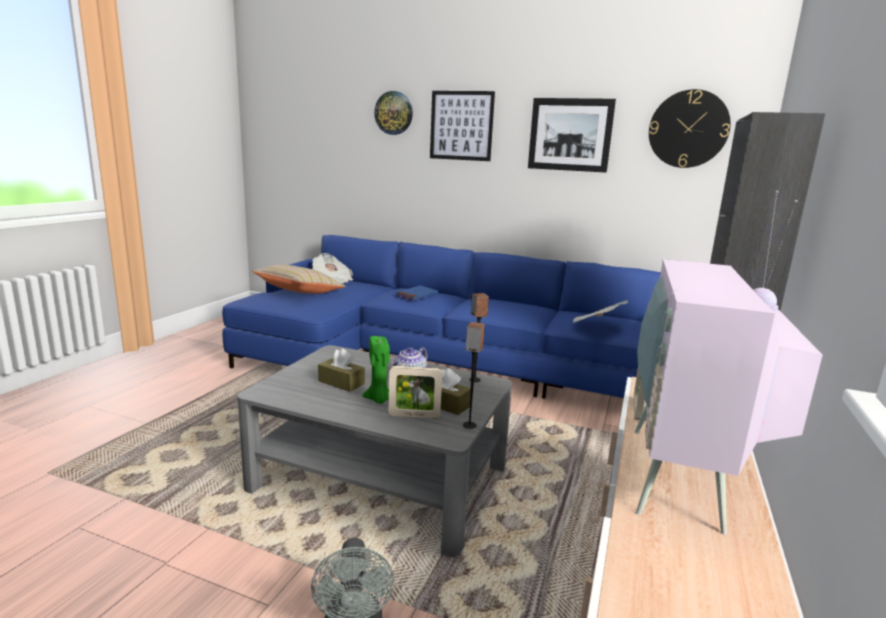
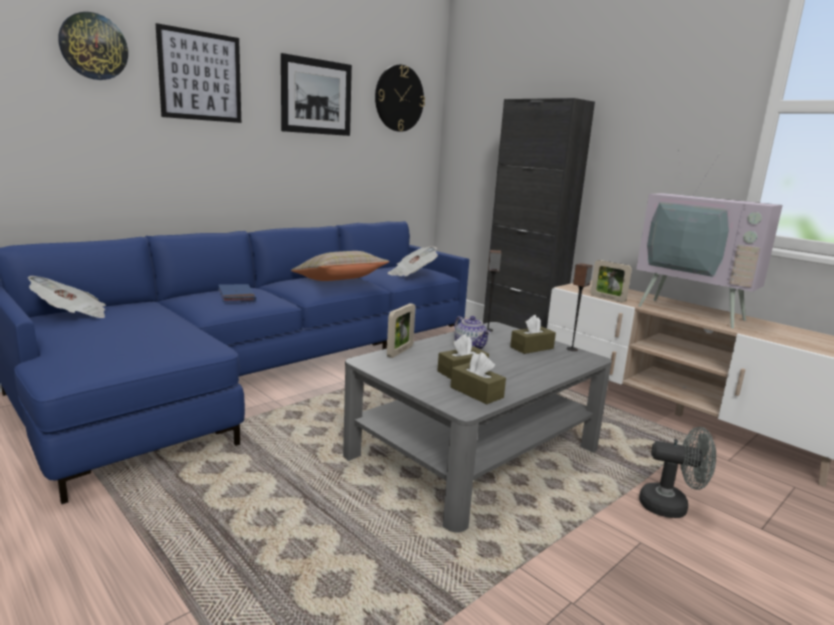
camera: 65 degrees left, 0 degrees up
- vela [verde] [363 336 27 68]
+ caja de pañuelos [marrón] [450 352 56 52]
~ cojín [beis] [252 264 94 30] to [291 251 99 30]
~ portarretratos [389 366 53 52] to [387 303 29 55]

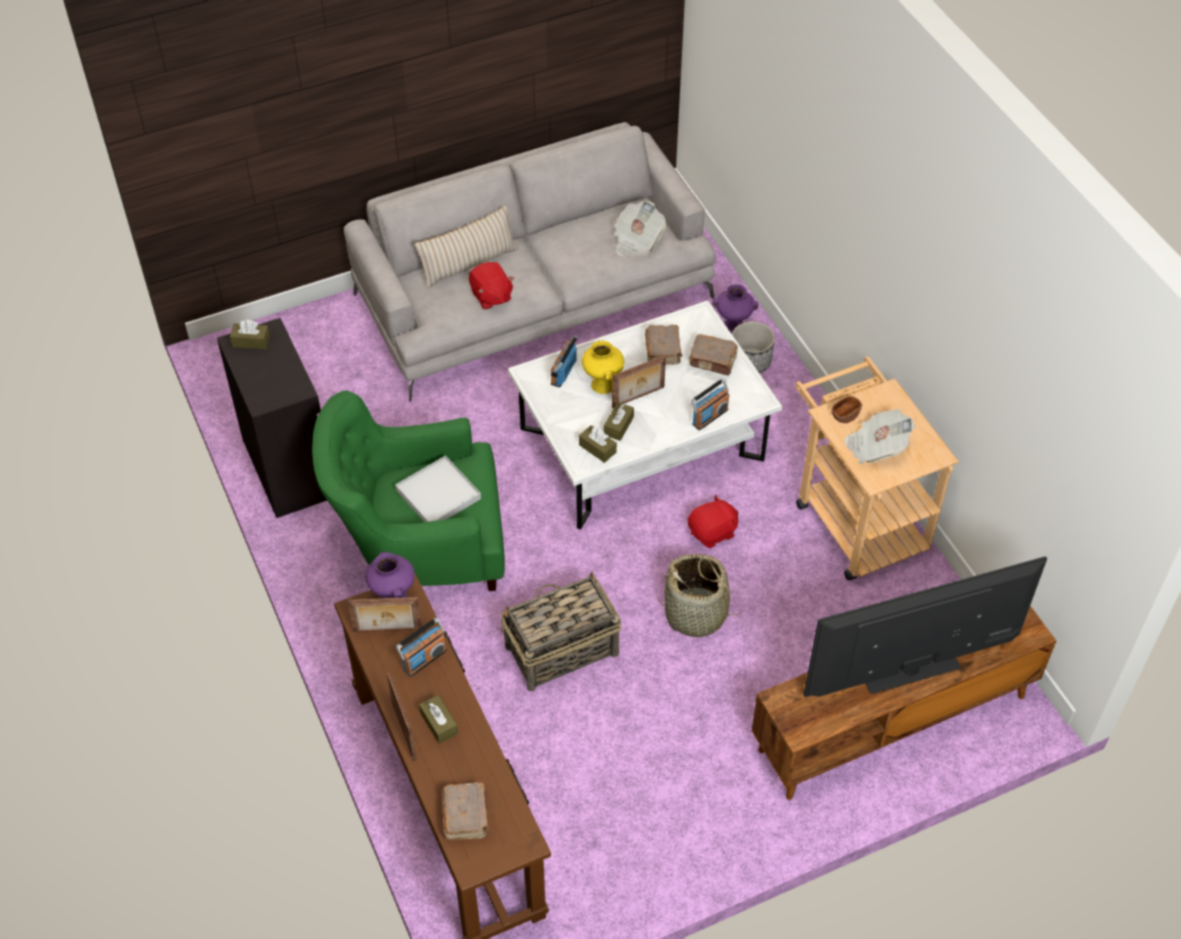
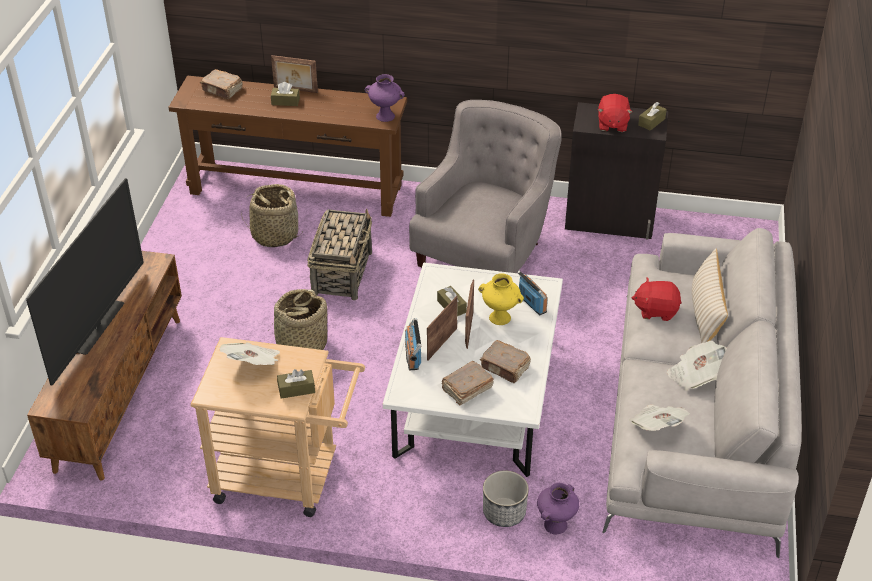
camera: 125 degrees right, 10 degrees down
- bandeja [blanco] [395 455 86 67]
- radio [396 618 51 59]
- cuenco [marrón] [832 396 30 27]
+ cesta [241 184 62 64]
+ periódico [667 341 60 50]
~ portarretratos [347 597 75 35] to [427 296 31 65]
~ caja de pañuelos [marrón] [579 425 38 38] to [277 369 38 30]
~ peluche [rojo] [688 495 50 53] to [598 94 35 38]
~ sillón [verde] [312 390 193 201] to sillón [gris] [409 100 153 173]

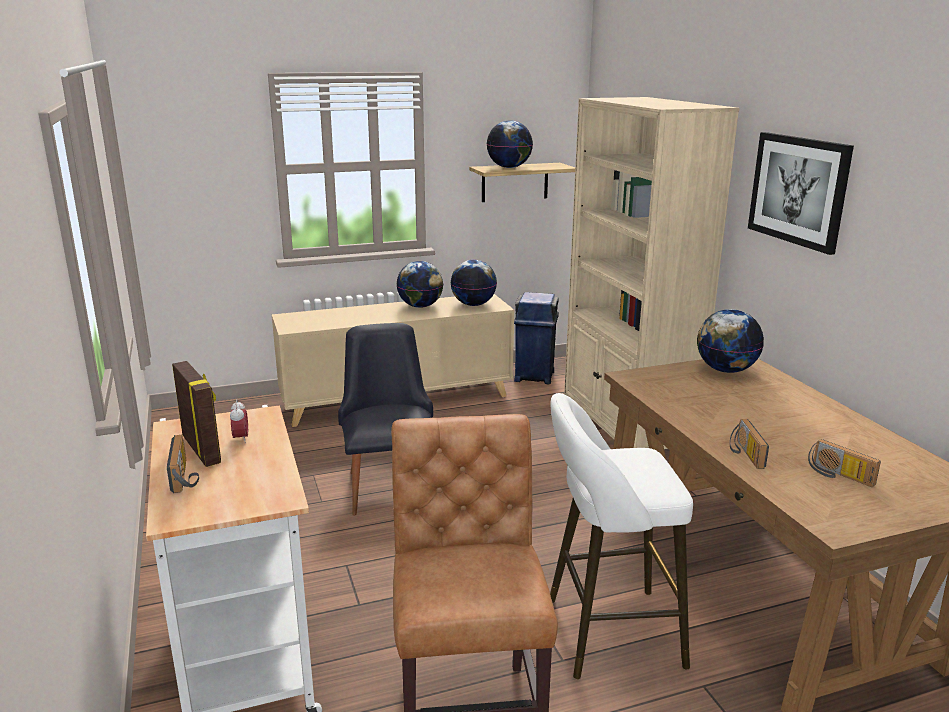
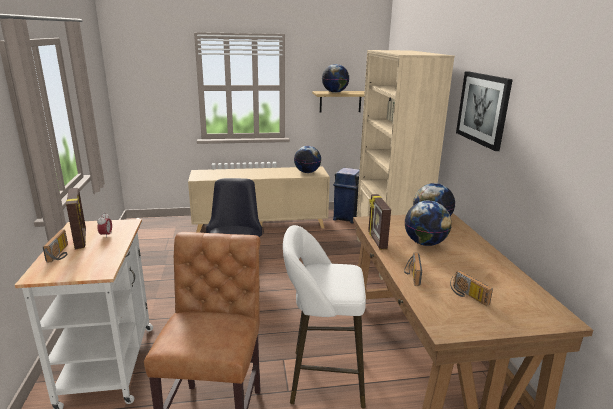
camera: 10 degrees right, 0 degrees up
+ portarretratos [368 194 23 56]
~ globo terráqueo [397 261 46 47] to [405 201 47 45]

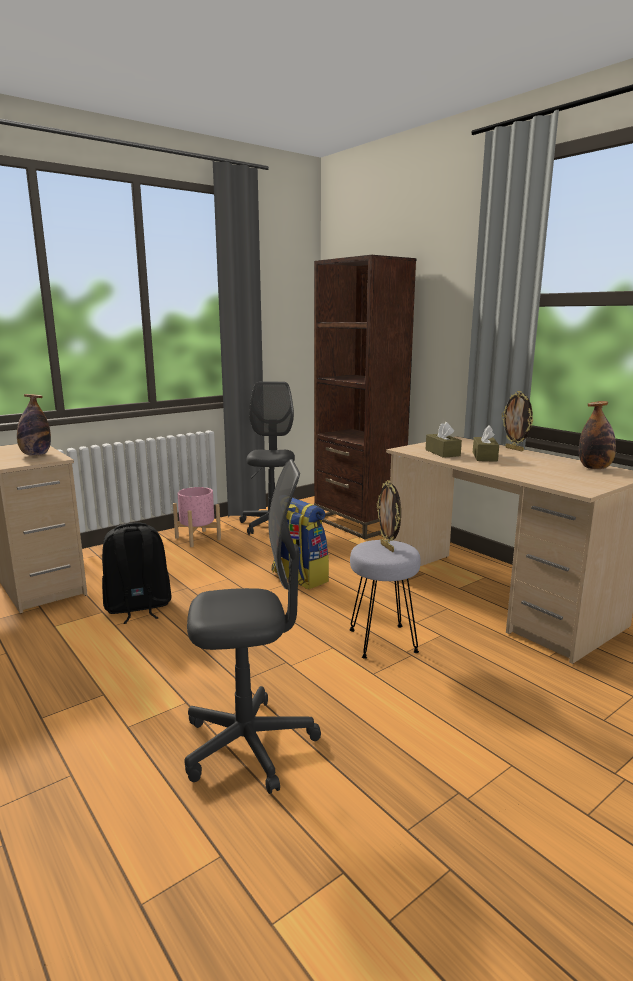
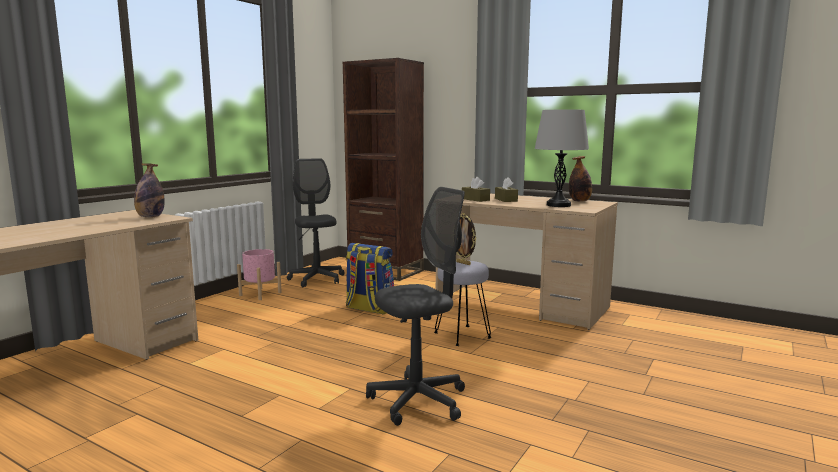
camera: 20 degrees left, 5 degrees down
- mochila [negro] [102 523 69 101]
- portarretratos [502 391 31 60]
+ lámpara de mesa [gris] [535 109 54 98]

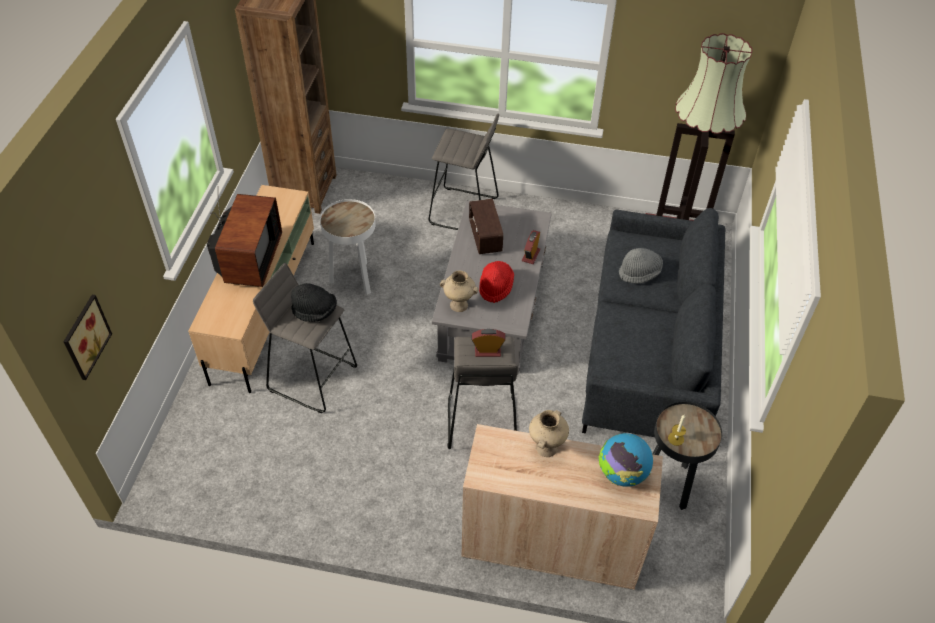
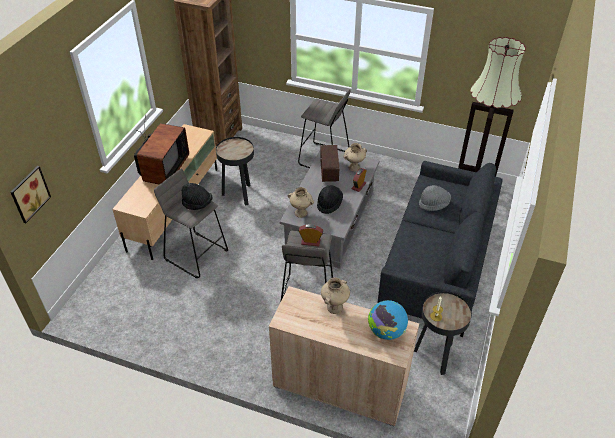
camera: 10 degrees right, 5 degrees down
+ florero [beis] [343 143 24 28]
~ mesa auxiliar [blanco] [320 199 55 96] to mesa auxiliar [negro] [216 137 38 69]
~ sombrero [rojo] [479 261 35 42] to sombrero [negro] [317 185 26 29]

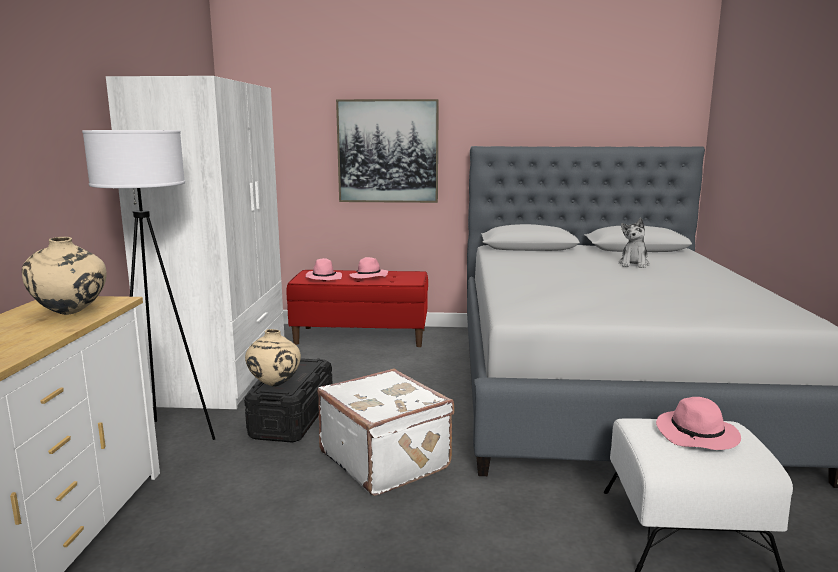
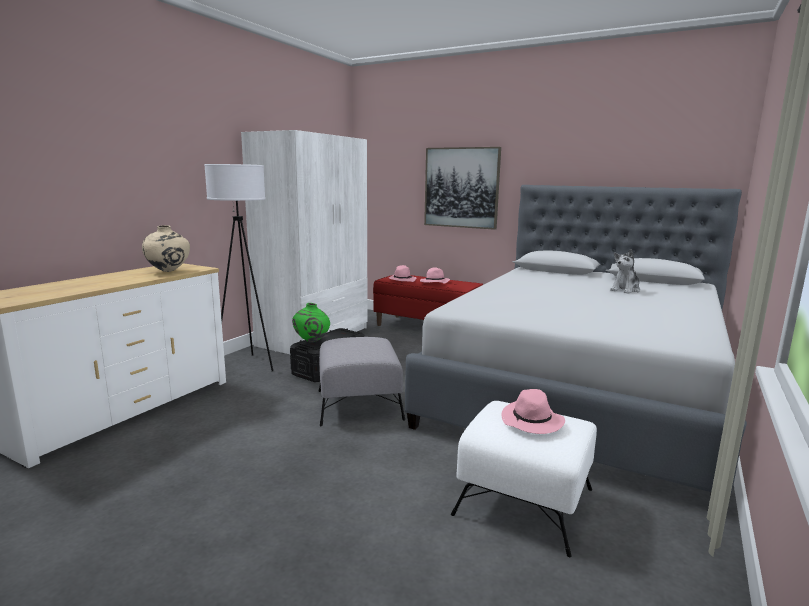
camera: 25 degrees right, 0 degrees up
~ maleta [blanco] [318 368 136 128] to puf [gris] [319 337 86 89]
~ florero [beis] [245 329 56 58] to florero [verde] [292 303 38 40]

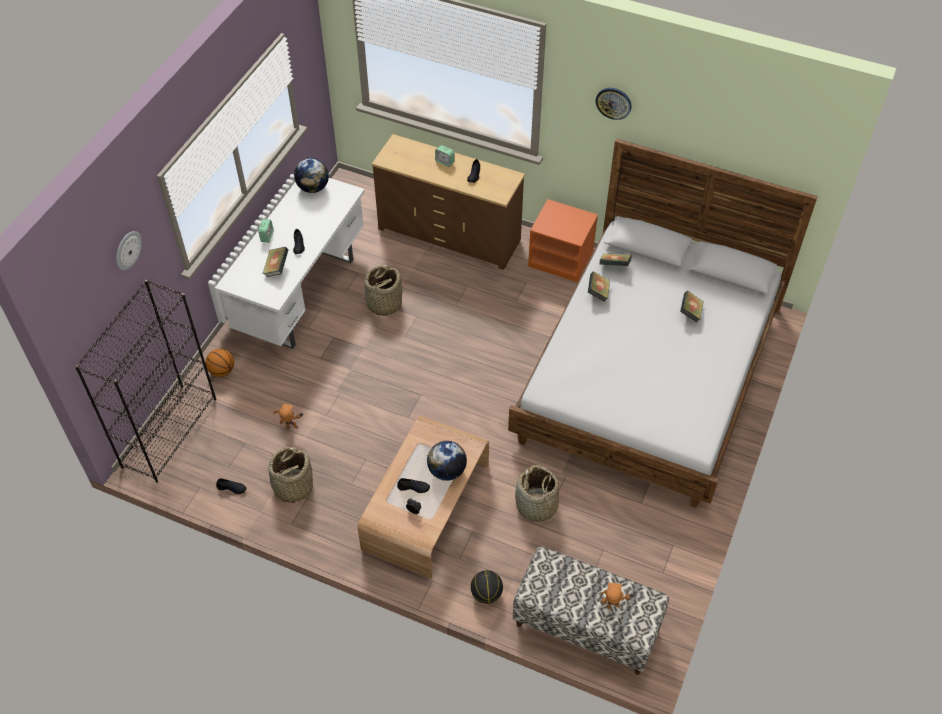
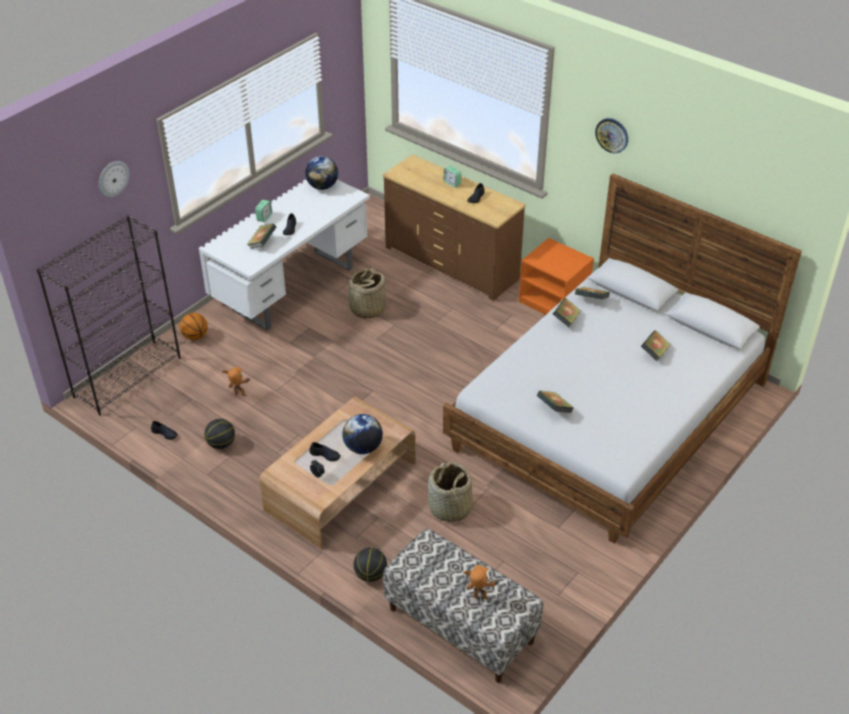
camera: 15 degrees right, 10 degrees down
+ libro [537 391 37 22]
~ cesta [269 447 44 57] to balón de baloncesto [204 419 31 30]

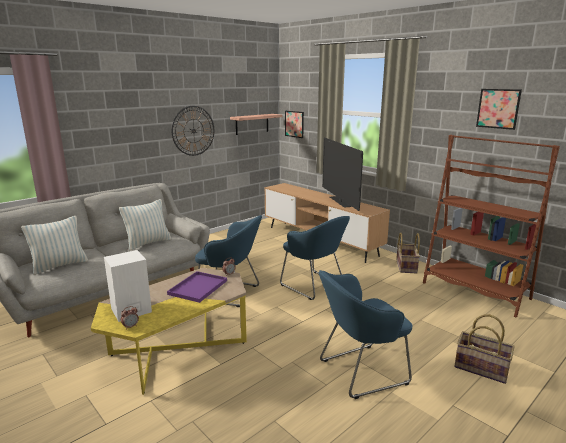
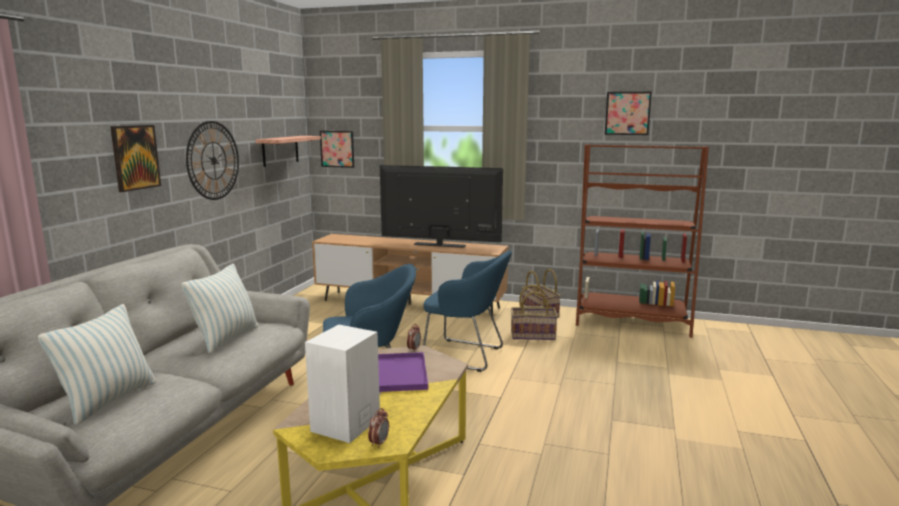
camera: 30 degrees left, 5 degrees down
- sillón [azul] [319 270 94 129]
+ cuadro [110 125 51 67]
~ cesta [455 314 60 70] to [511 285 47 55]
~ televisor [322 137 41 74] = [380 165 123 83] 150 degrees clockwise

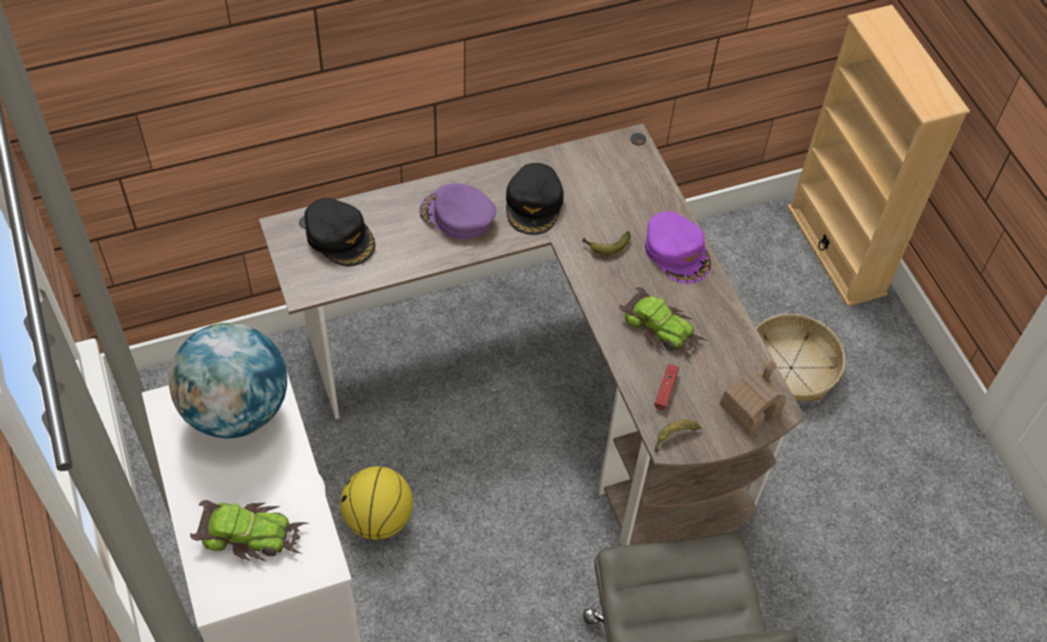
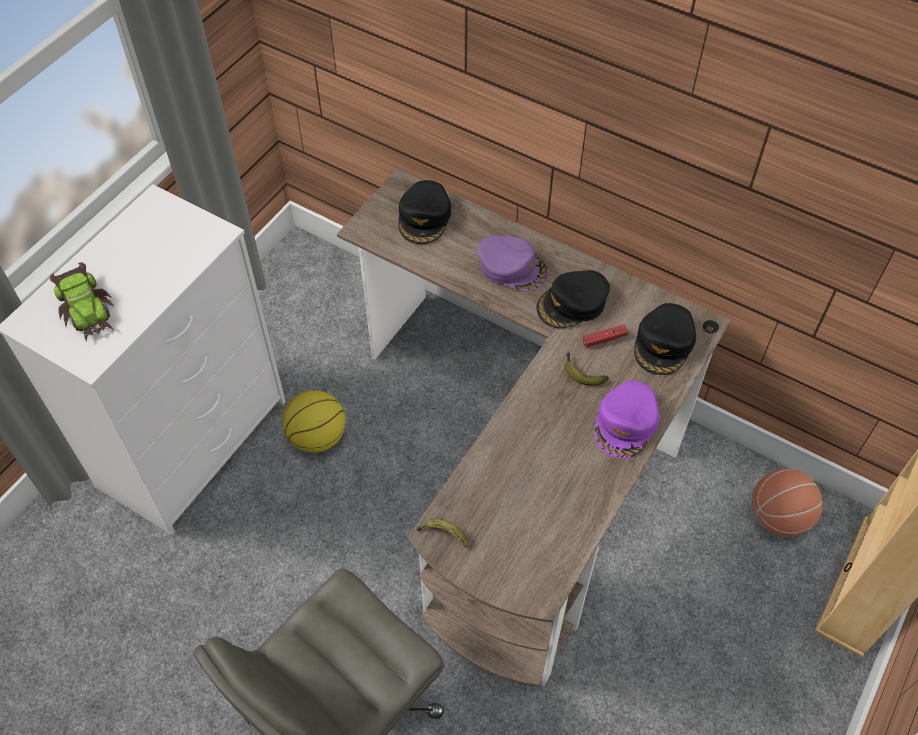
camera: 55 degrees right, 0 degrees up
- globo terráqueo [169 323 118 116]
- coche de juguete [619 287 88 71]
- casita [720 360 67 75]
- cesta [756 314 89 87]
+ gorra [negro] [634 303 62 72]
+ balón de baloncesto [752 468 71 69]
~ mando de consola [rojo] [654 364 25 46] to [583 324 45 23]
~ gorra [morado] [419 183 77 57] = [477 235 71 56] 135 degrees clockwise

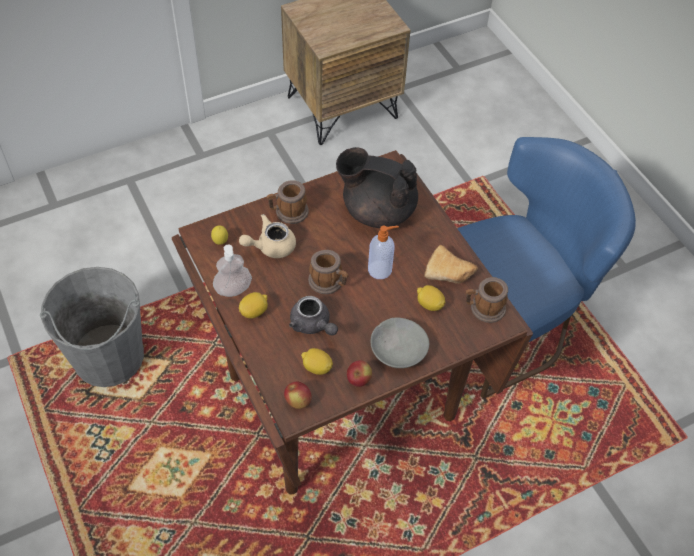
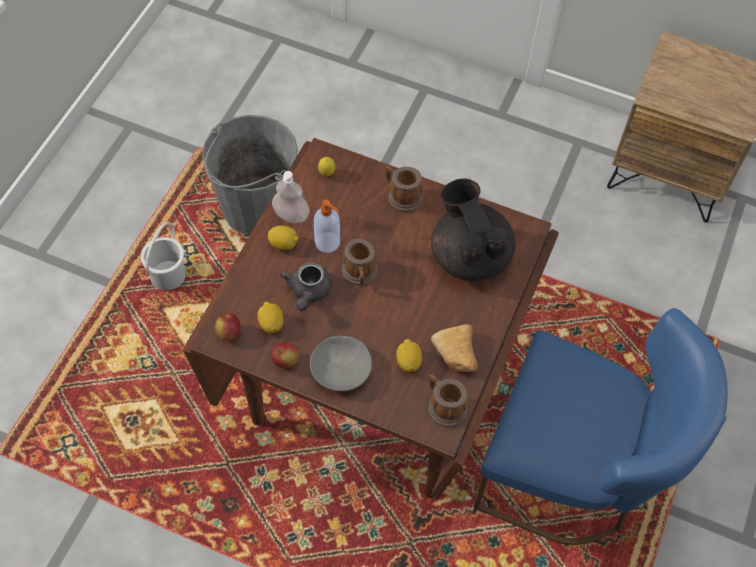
camera: 50 degrees right, 5 degrees up
- tetera [beis] [239 214 57 44]
+ cubo [blanco] [141 222 45 68]
~ dispensador de jabón [368 226 31 53] to [314 200 26 53]

